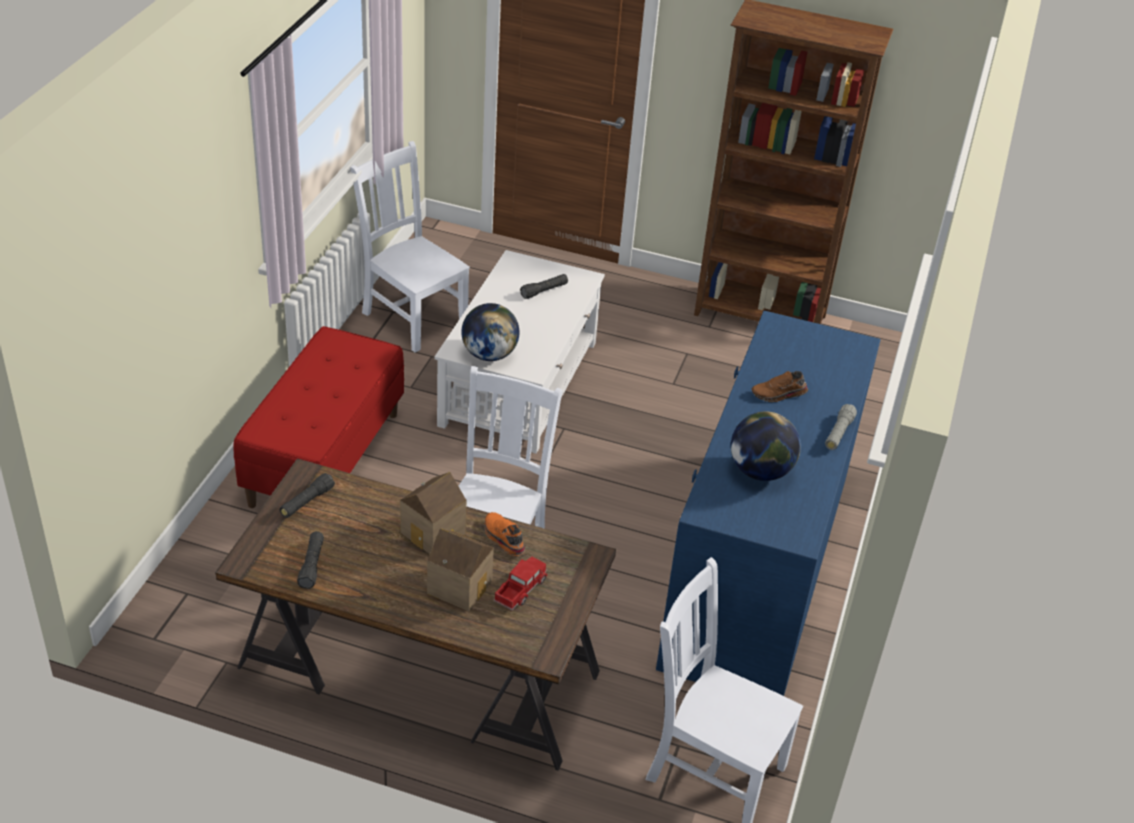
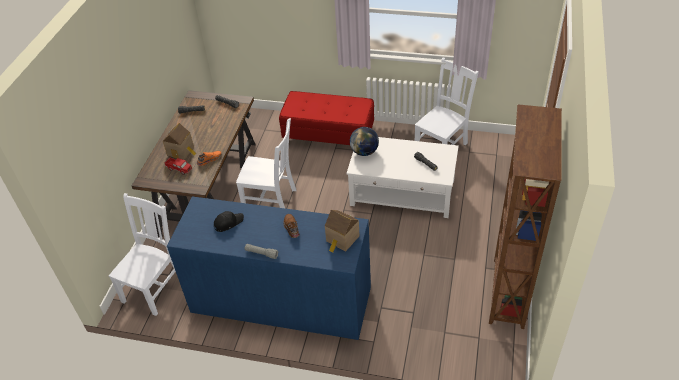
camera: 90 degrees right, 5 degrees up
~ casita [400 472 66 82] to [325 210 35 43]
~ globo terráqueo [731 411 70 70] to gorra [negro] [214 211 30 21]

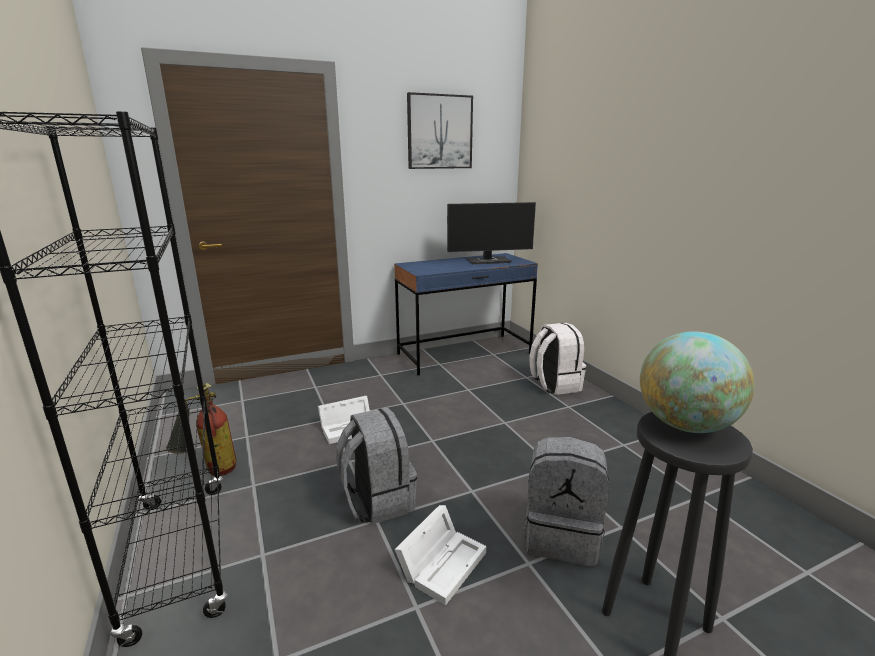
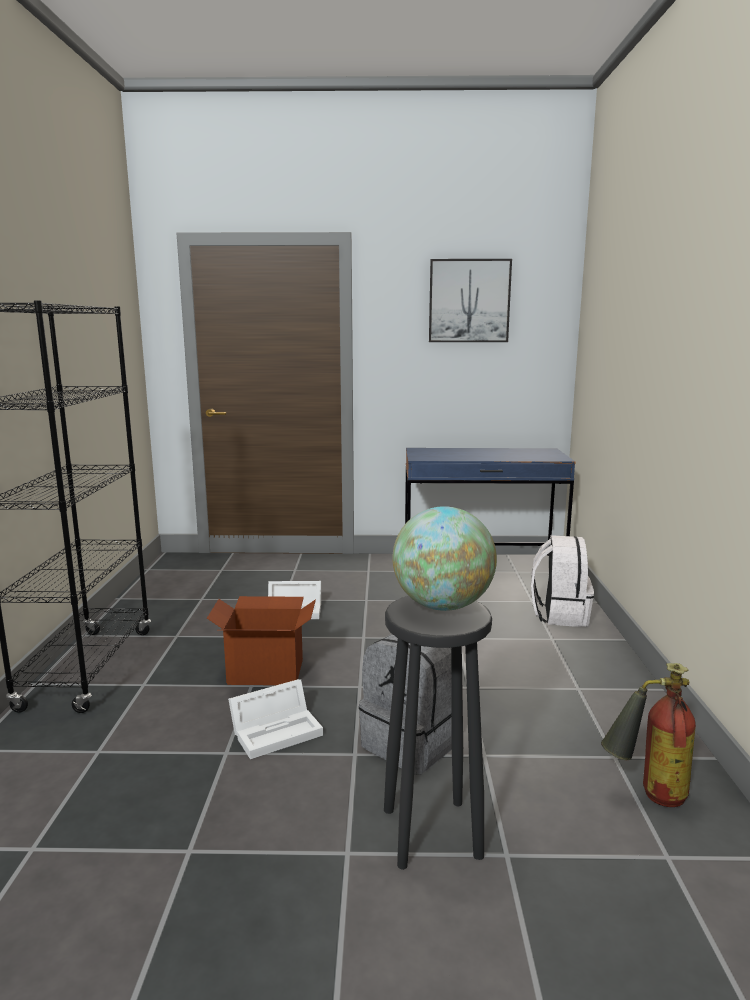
camera: 25 degrees right, 5 degrees down
- monitor [447 202 89 62]
~ extintor [166 383 70 93] to [601 663 95 144]
~ mochila [gris] [336 407 81 117] to caja de cartón [207 596 109 89]

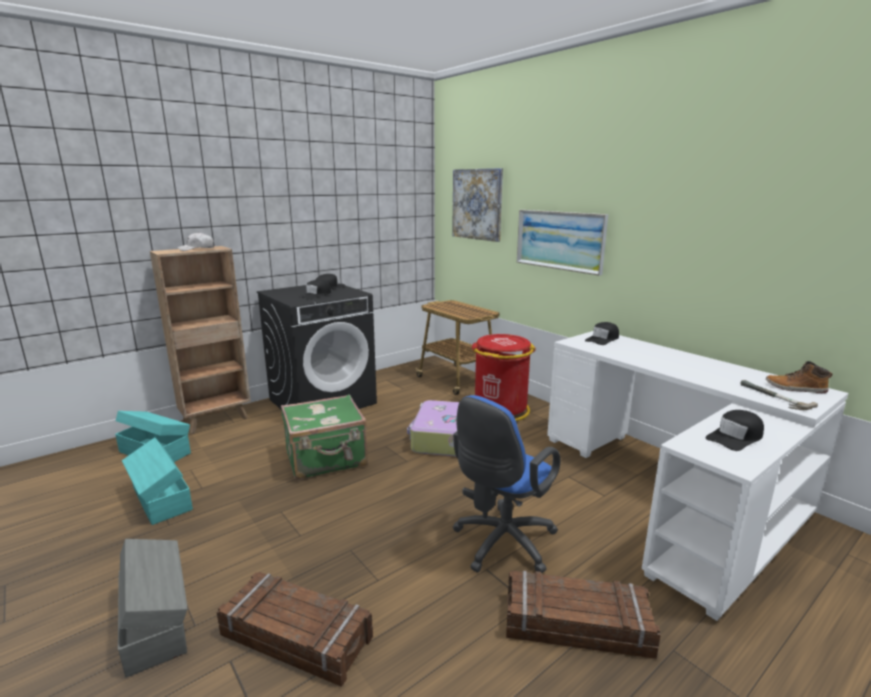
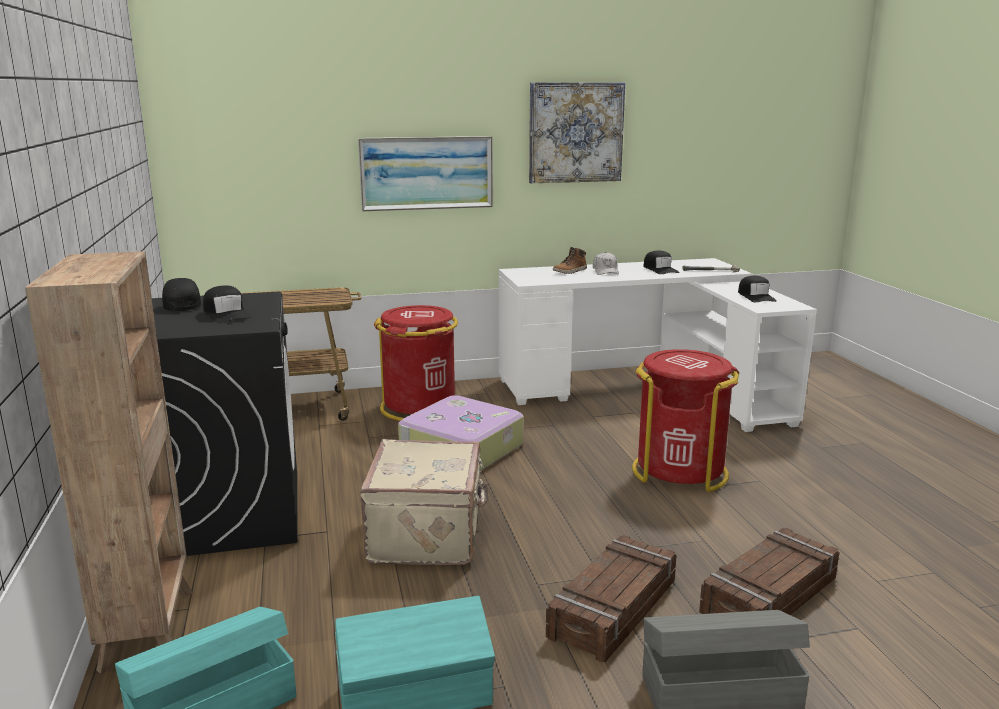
camera: 65 degrees left, 0 degrees up
~ gorra [blanco] [177 232 37 19] to [593 252 26 23]
~ cuadro [452 168 51 74] to [529 82 96 101]
~ caja de embalaje [506 570 155 89] to [546 535 131 128]
~ gorra [negro] [585 322 34 23] to [643 251 37 23]
~ bota [766 361 66 32] to [553 247 34 27]
~ silla de oficina [azul] [453 395 108 178] to papelera [rojo] [632 349 108 143]
~ maleta [verde] [281 394 87 86] to maleta [beis] [360 439 128 126]

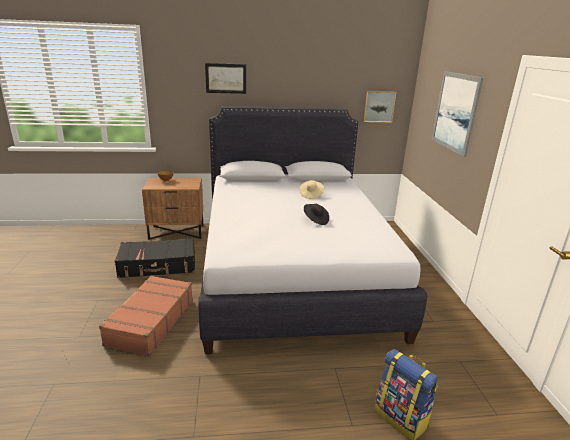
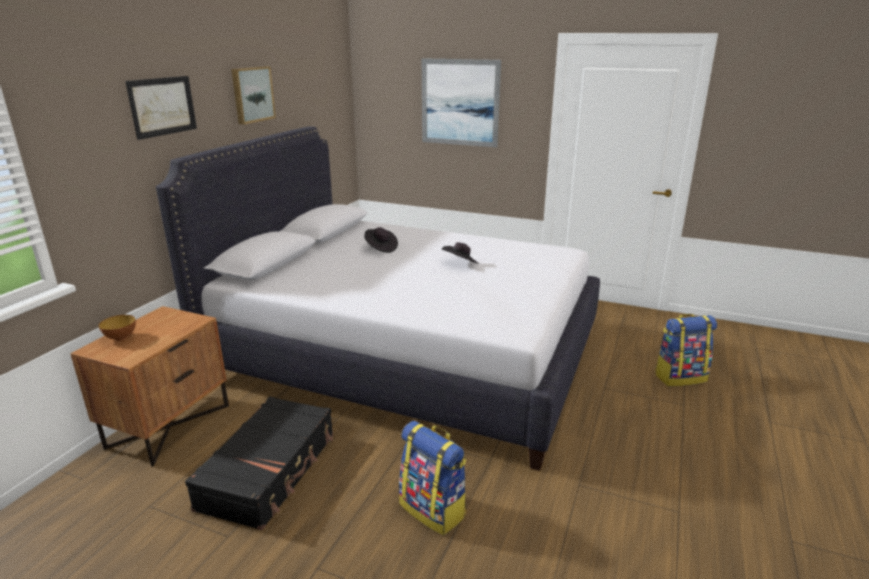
camera: 60 degrees left, 0 degrees up
~ cuadro [363 91 33 31] to [231 66 45 58]
~ maleta [marrón] [99 275 94 81] to mochila [399 421 68 114]
~ sombrero [beis] [299 180 25 19] to sombrero [negro] [364 227 34 26]

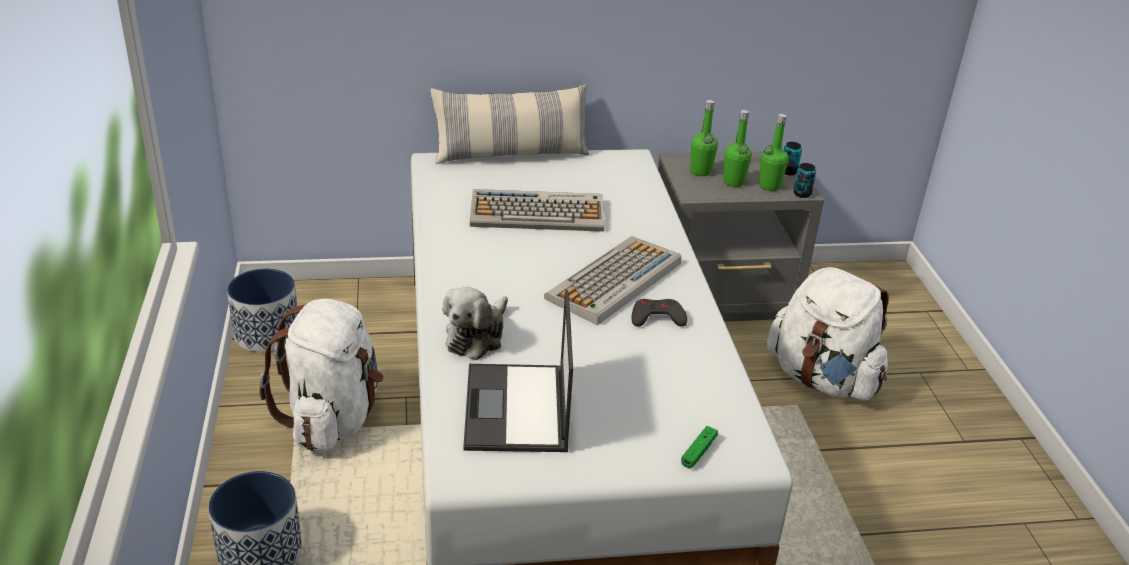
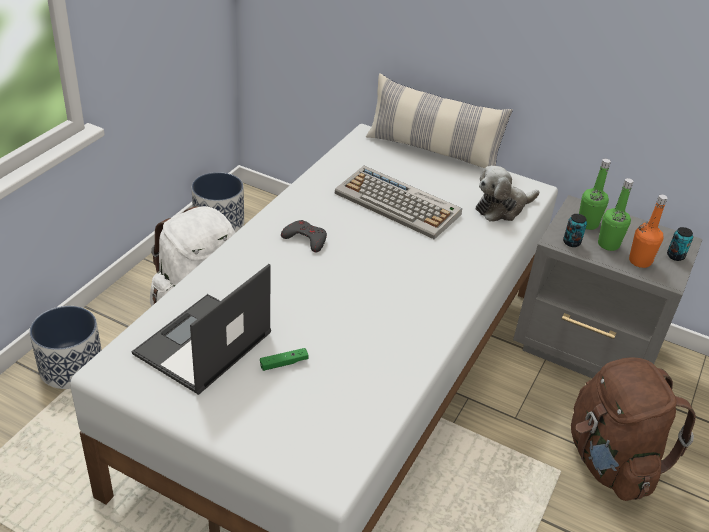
camera: 35 degrees right, 5 degrees up
- teclado [544 236 137 89]
~ peluche [442 287 66 73] to [476 165 63 57]
~ mando de consola [gris] [632 299 55 28] to [281 220 46 32]
~ mando de consola [verde] [681 426 37 43] to [260 348 48 23]
~ lata [793 163 23 35] to [563 214 24 33]
~ botella [verde] [759 114 29 77] to botella [naranja] [629 194 38 74]
~ mochila [blanco] [767 267 122 133] to mochila [marrón] [571 357 125 144]

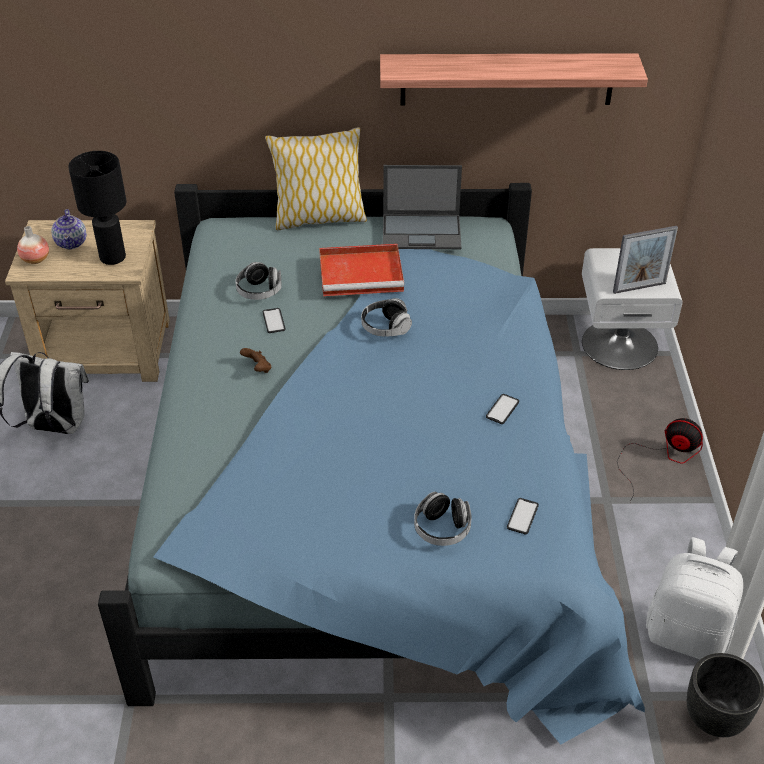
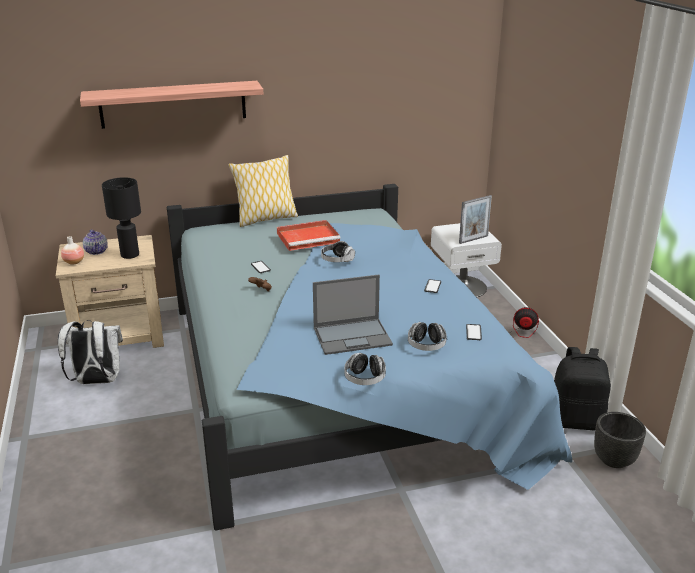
camera: 15 degrees left, 15 degrees down
~ auriculares [235 262 46 38] to [344 353 42 32]
~ estante [380 53 268 53] to [80 81 183 48]
~ portátil [383 165 79 84] to [313 275 80 80]
~ mochila [blanco] [646 537 97 123] to mochila [negro] [554 347 57 84]

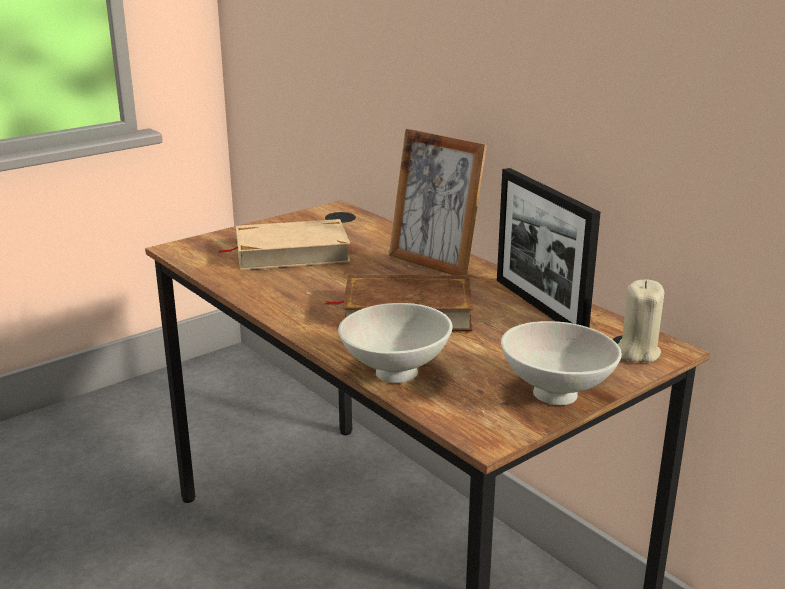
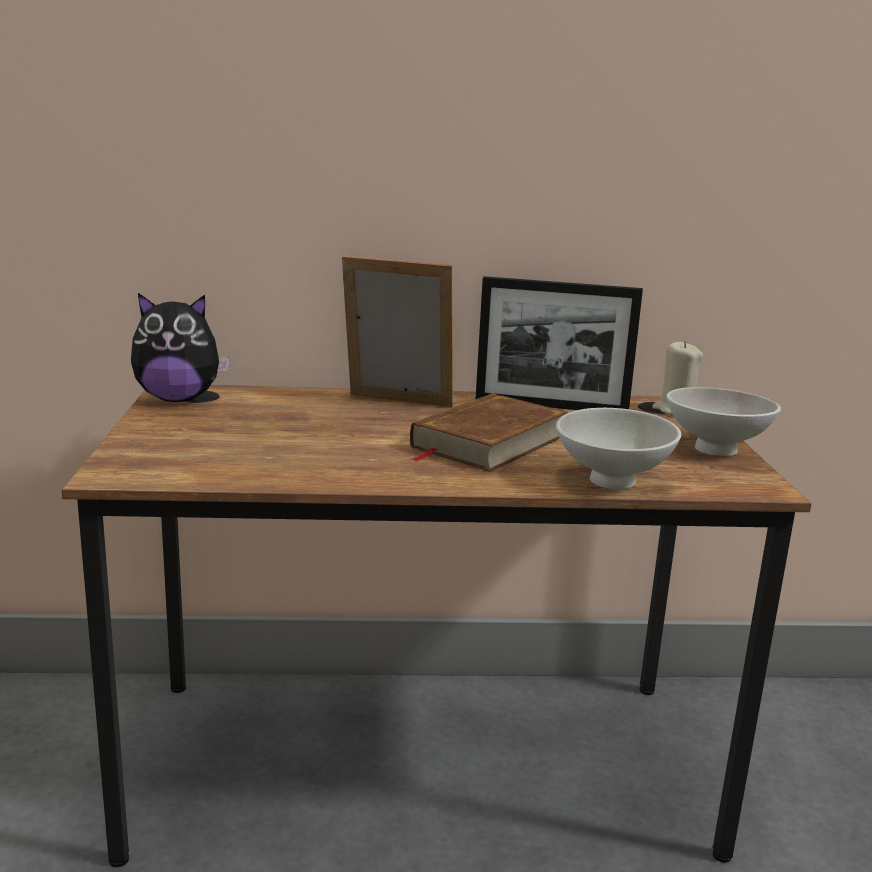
camera: 55 degrees left, 5 degrees down
- libro [beis] [218 219 133 51]
+ peluche [131 293 99 109]
~ portarretratos [389 129 98 147] = [342 255 111 152] 150 degrees counterclockwise

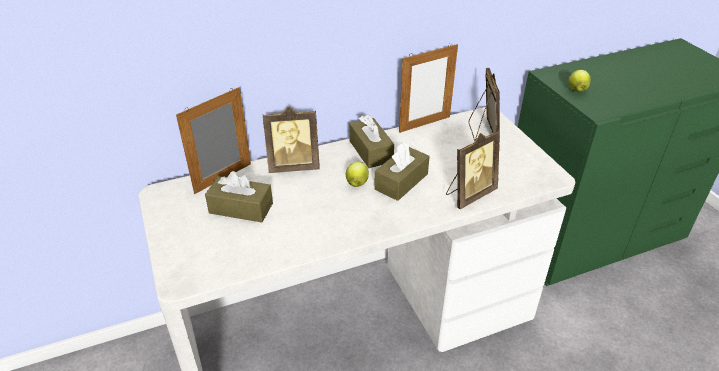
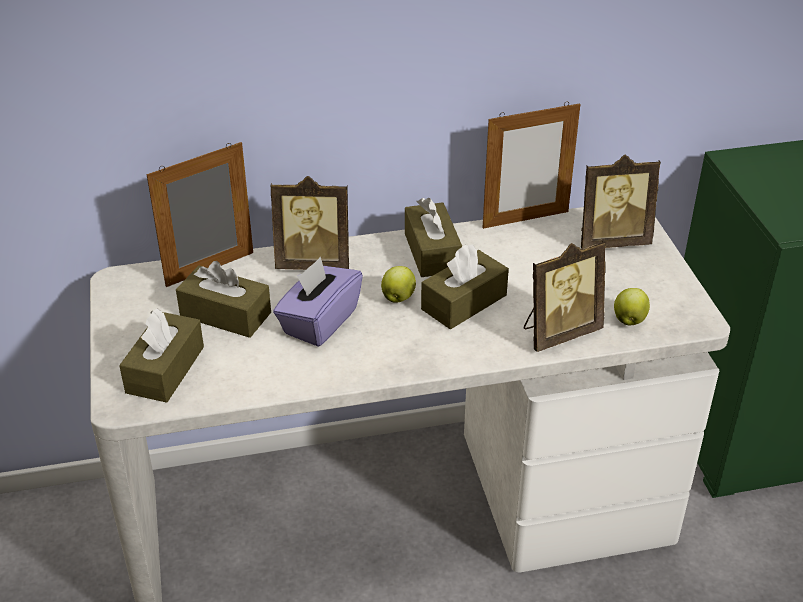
camera: 10 degrees right, 0 degrees up
+ caja de pañuelos [marrón] [119 308 85 95]
+ caja de pañuelos [morado] [273 257 90 90]
~ manzana [568 70 23 22] to [614 288 36 37]
~ portarretratos [468 68 32 74] = [581 155 80 94] 75 degrees clockwise

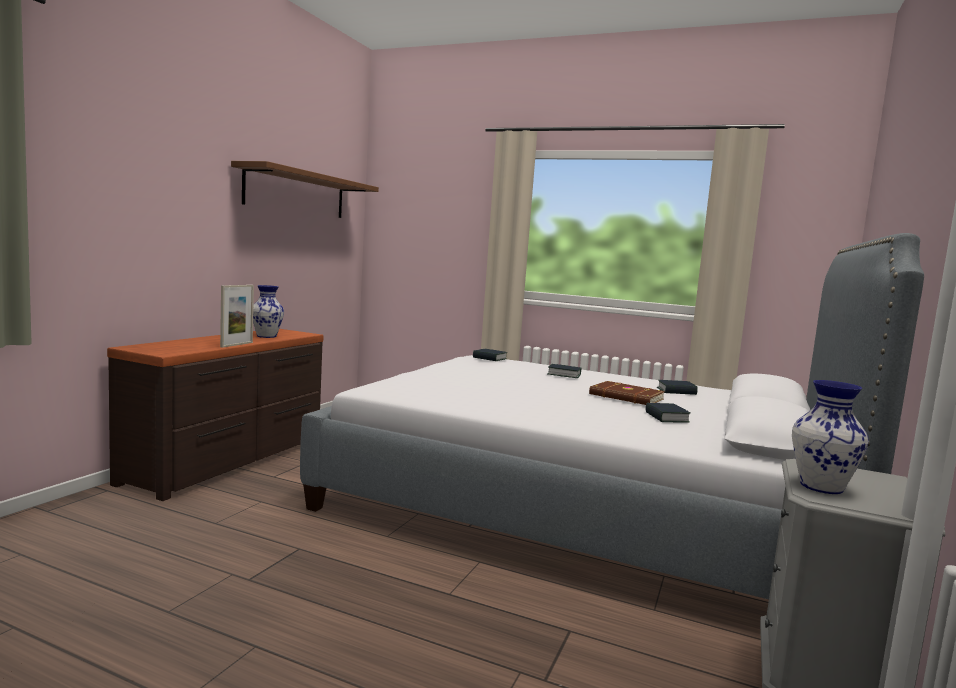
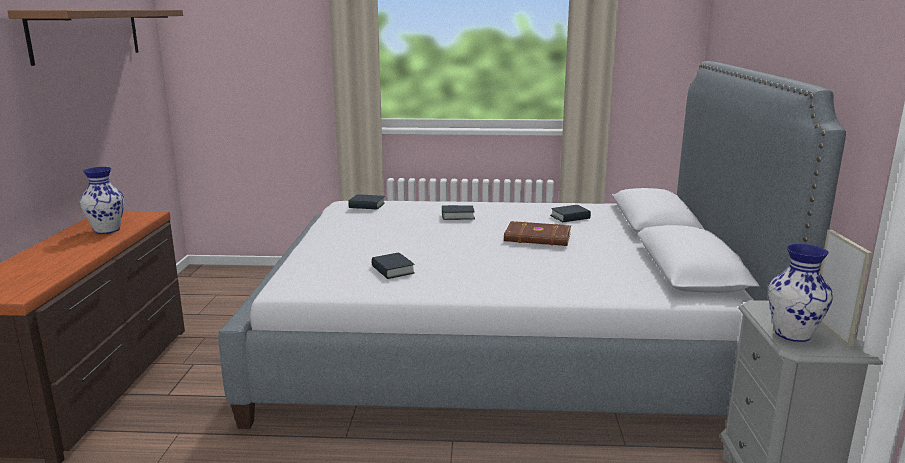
camera: 20 degrees left, 10 degrees up
~ portarretratos [220 285 34 63] to [820 230 52 116]
~ libro [645 403 45 20] to [371 253 44 26]

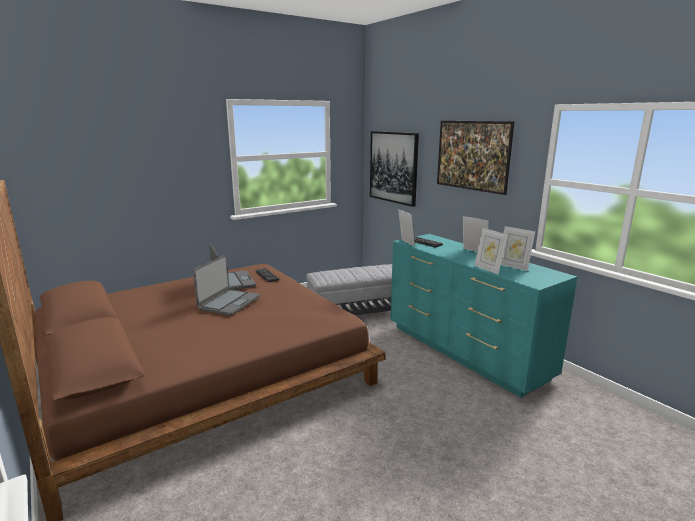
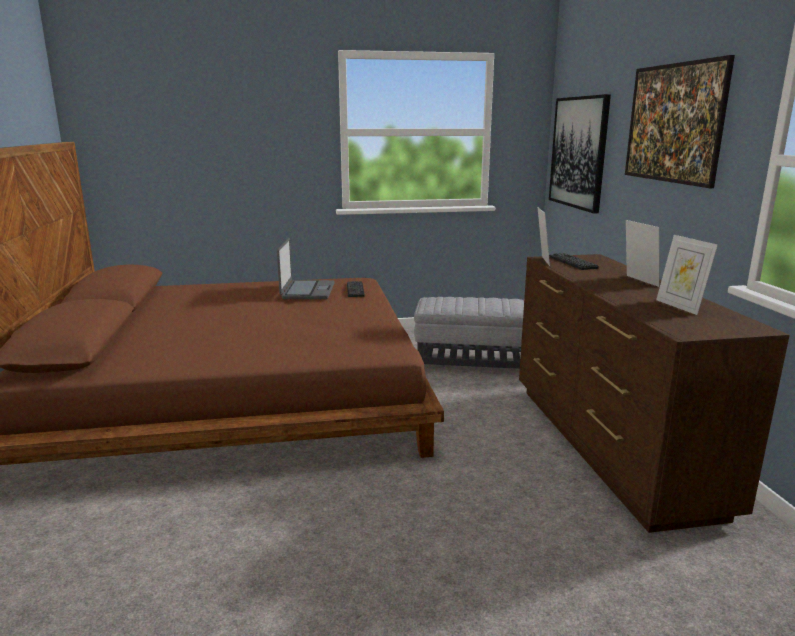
camera: 25 degrees right, 0 degrees up
- portátil [193 255 67 61]
- portarretratos [474 228 33 46]
~ cómoda [turquesa] [391 234 186 164] to cómoda [marrón] [519 254 271 279]

